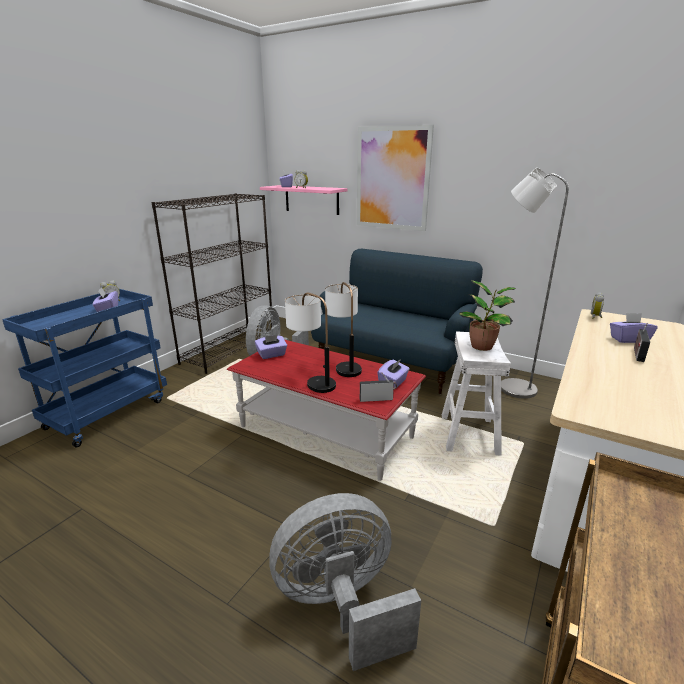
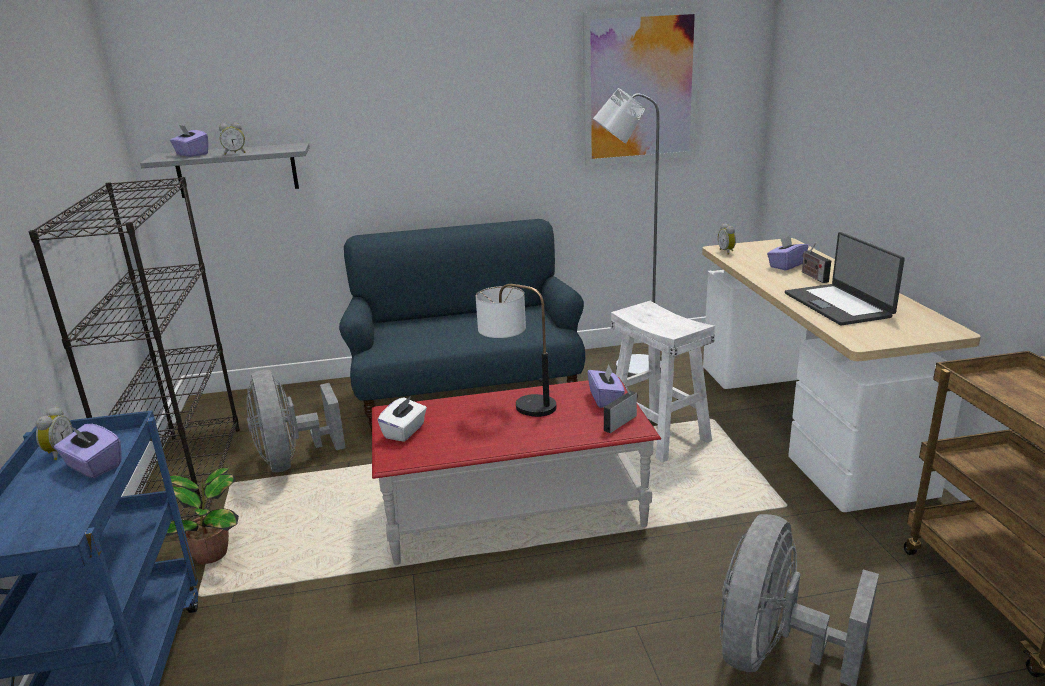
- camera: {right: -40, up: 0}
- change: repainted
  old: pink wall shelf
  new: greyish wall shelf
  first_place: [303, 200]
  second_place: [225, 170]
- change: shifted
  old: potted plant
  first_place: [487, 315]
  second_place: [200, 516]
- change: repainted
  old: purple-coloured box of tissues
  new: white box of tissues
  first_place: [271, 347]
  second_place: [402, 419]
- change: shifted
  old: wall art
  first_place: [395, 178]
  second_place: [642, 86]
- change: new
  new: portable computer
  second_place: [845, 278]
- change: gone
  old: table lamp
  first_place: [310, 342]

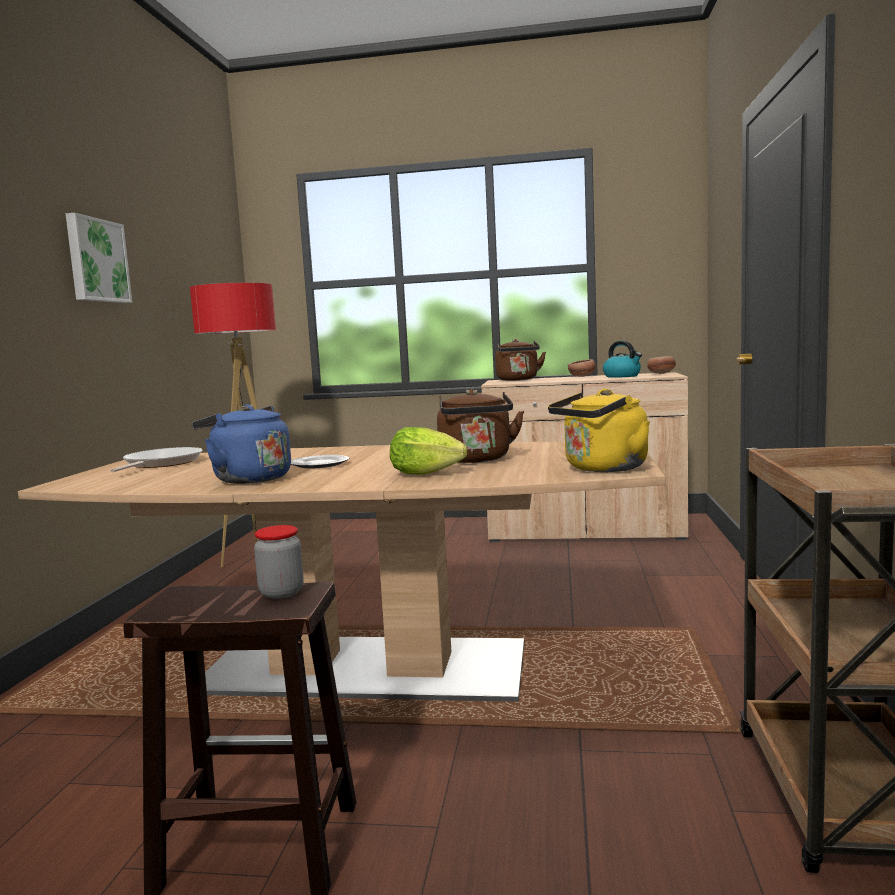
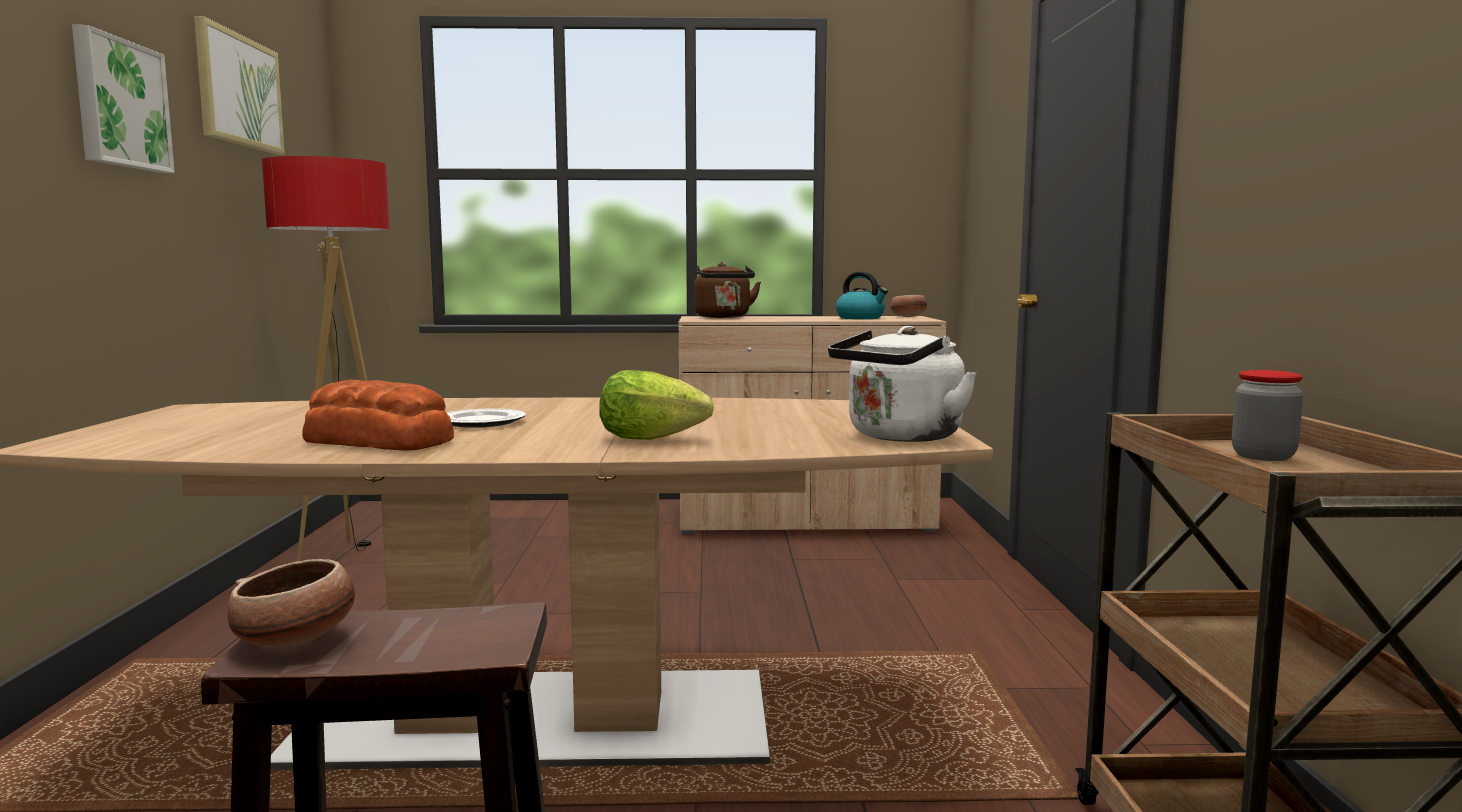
- camera: {right: -10, up: 0}
- change: new
  new: wall art
  second_place: [239, 85]
- change: shifted
  old: deep dish
  first_place: [582, 368]
  second_place: [291, 603]
- change: swapped
  old: blue kettle
  new: bread
  first_place: [241, 444]
  second_place: [378, 415]
- change: repainted
  old: yellow-coloured kettle
  new: white kettle
  first_place: [599, 430]
  second_place: [902, 384]
- change: shifted
  old: jar
  first_place: [279, 562]
  second_place: [1267, 415]
- change: gone
  old: skillet
  first_place: [156, 459]
- change: gone
  old: brown kettle
  first_place: [480, 426]

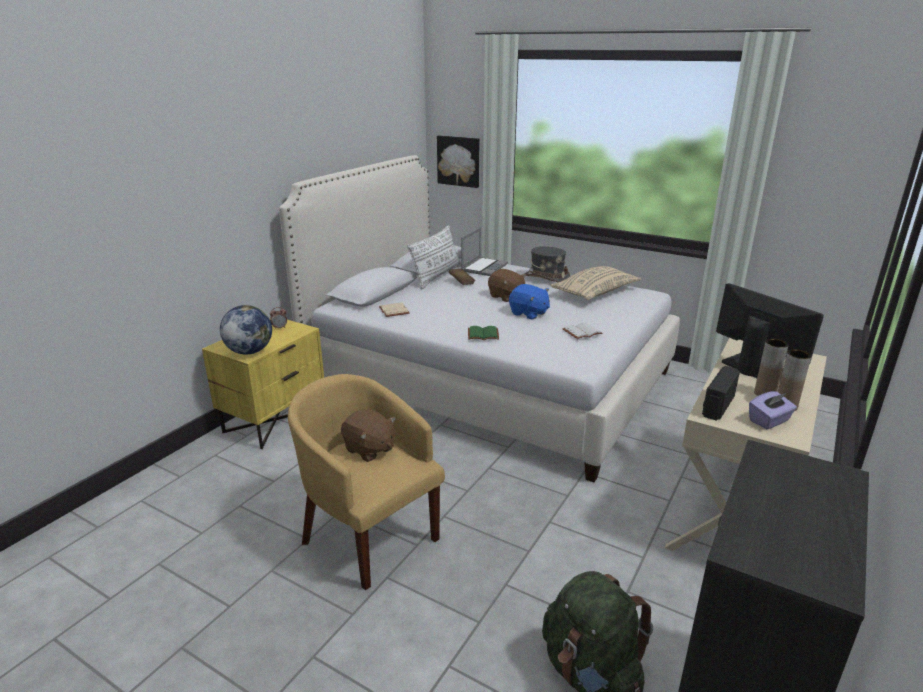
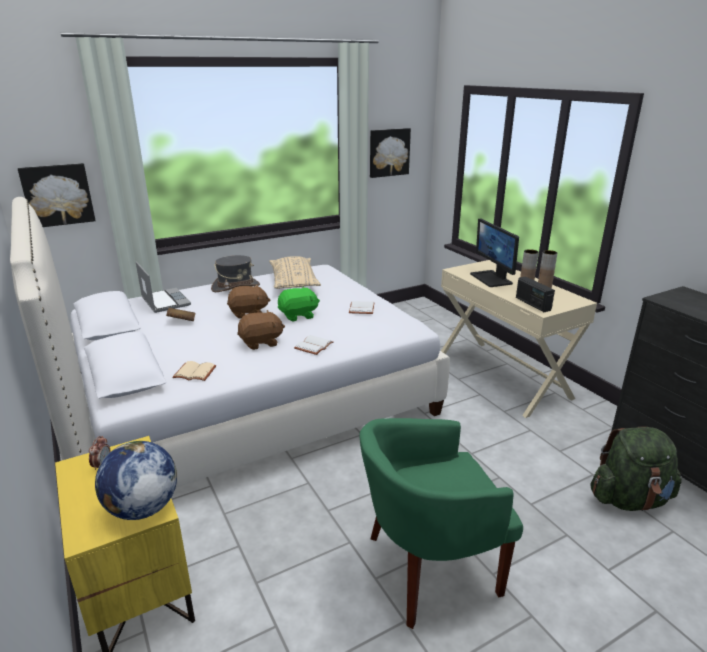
- camera: {right: -60, up: 0}
- change: shifted
  old: brown soft toy
  first_place: [368, 435]
  second_place: [261, 330]
- change: repainted
  old: blue soft toy
  new: greenish soft toy
  first_place: [529, 302]
  second_place: [299, 304]
- change: repainted
  old: greenish book
  new: white book
  first_place: [483, 333]
  second_place: [313, 345]
- change: repainted
  old: yellow-coloured lounge chair
  new: greenish lounge chair
  first_place: [366, 482]
  second_place: [441, 523]
- change: new
  new: wall art
  second_place: [390, 153]
- change: rotated
  old: computer screen
  first_place: [770, 331]
  second_place: [494, 253]
  degrees: -105
- change: gone
  old: white cushion
  first_place: [434, 257]
- change: gone
  old: purple-coloured box of tissues
  first_place: [773, 410]

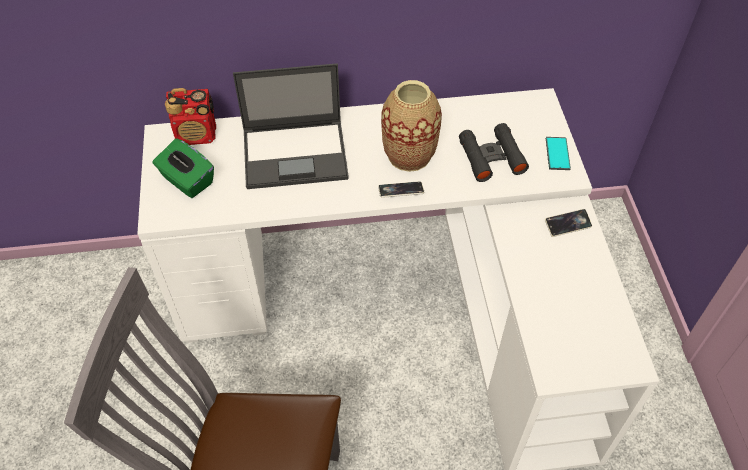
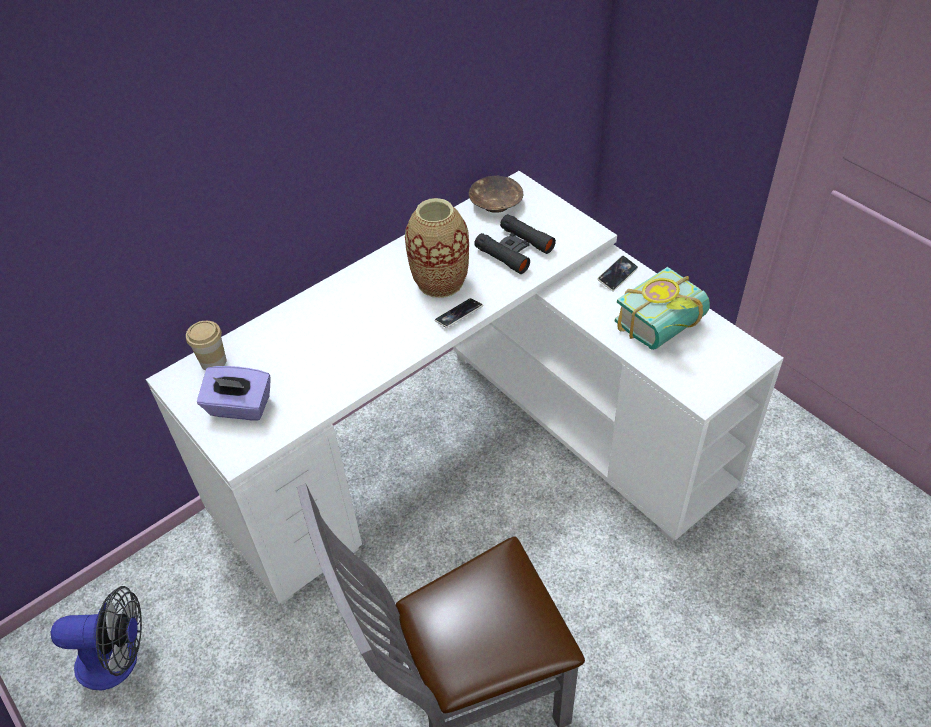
- camera: {right: -30, up: -5}
- change: new
  new: cooling fan
  second_place: [96, 638]
- change: swapped
  old: radio receiver
  new: drinking cup
  first_place: [190, 116]
  second_place: [206, 346]
- change: repainted
  old: greenish box of tissues
  new: purple-coloured box of tissues
  first_place: [183, 168]
  second_place: [234, 393]
- change: new
  new: brown deep dish
  second_place: [496, 194]
- change: new
  new: book
  second_place: [662, 308]
- change: gone
  old: portable computer
  first_place: [291, 126]
- change: gone
  old: telephone
  first_place: [558, 153]

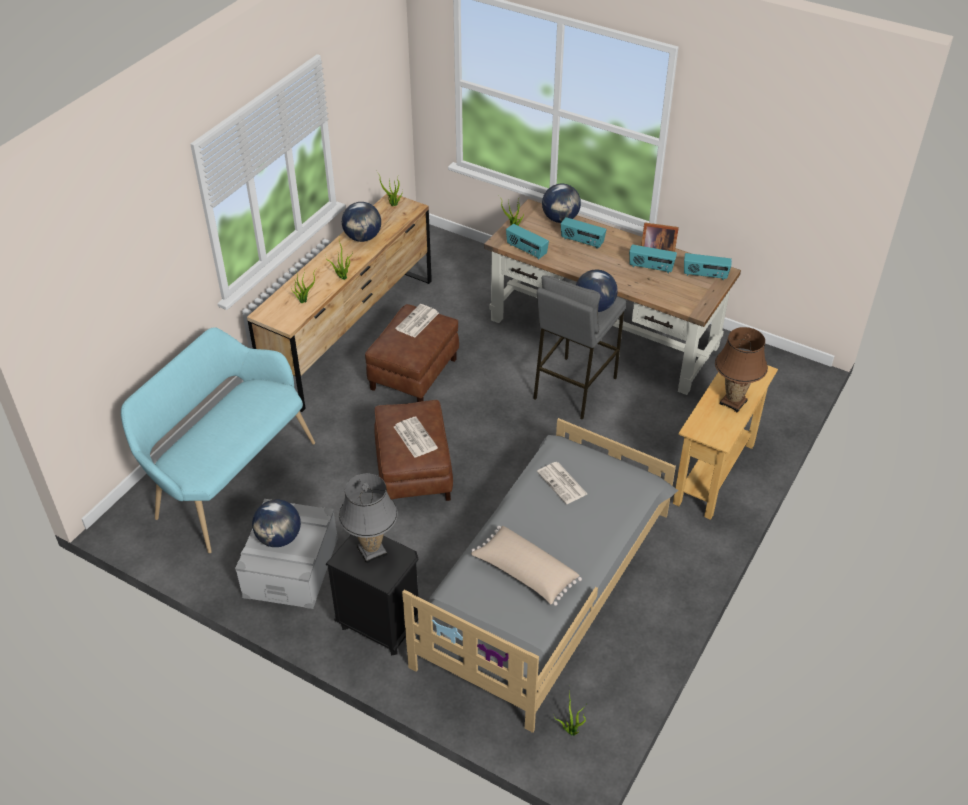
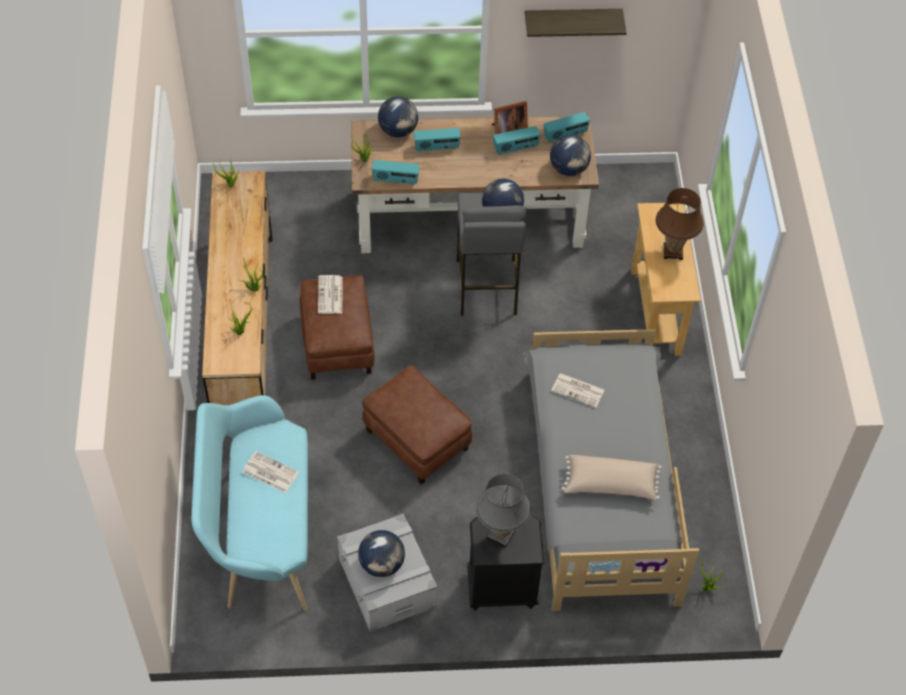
- camera: {right: -35, up: 10}
- change: shifted
  old: printed paper
  first_place: [416, 437]
  second_place: [270, 472]
- change: new
  new: wall shelf
  second_place: [576, 23]
- change: shifted
  old: globe
  first_place: [361, 222]
  second_place: [570, 155]

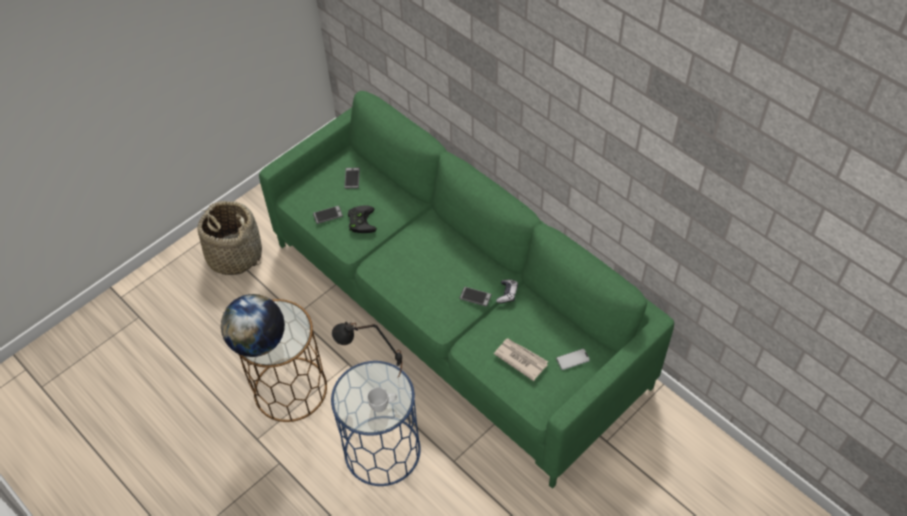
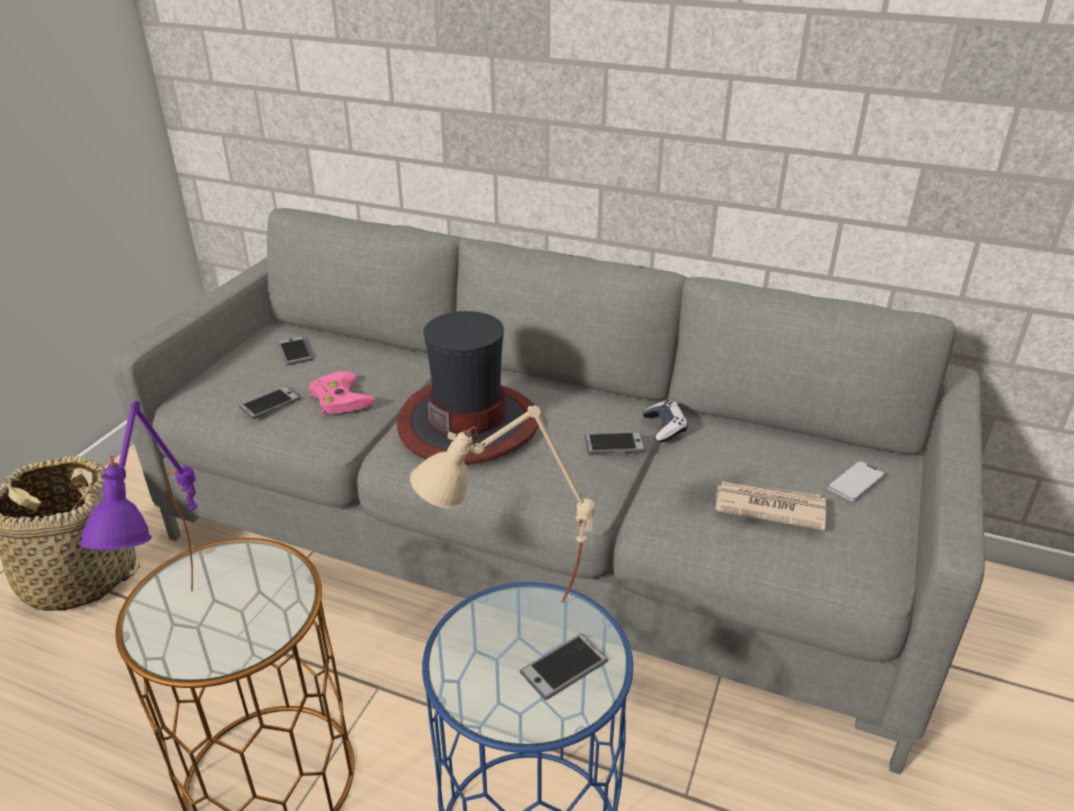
- camera: {right: -25, up: -20}
- change: swapped
  old: globe
  new: purple-coloured table lamp
  first_place: [253, 325]
  second_place: [138, 496]
- change: repainted
  old: greenish settee
  new: greyish settee
  first_place: [466, 290]
  second_place: [548, 491]
- change: repainted
  old: blackish joypad
  new: pink joypad
  first_place: [362, 219]
  second_place: [342, 392]
- change: new
  new: clothing hat
  second_place: [468, 388]
- change: repainted
  old: blackish table lamp
  new: beige table lamp
  first_place: [367, 350]
  second_place: [502, 504]
- change: swapped
  old: white mug
  new: telephone
  first_place: [382, 399]
  second_place: [564, 667]

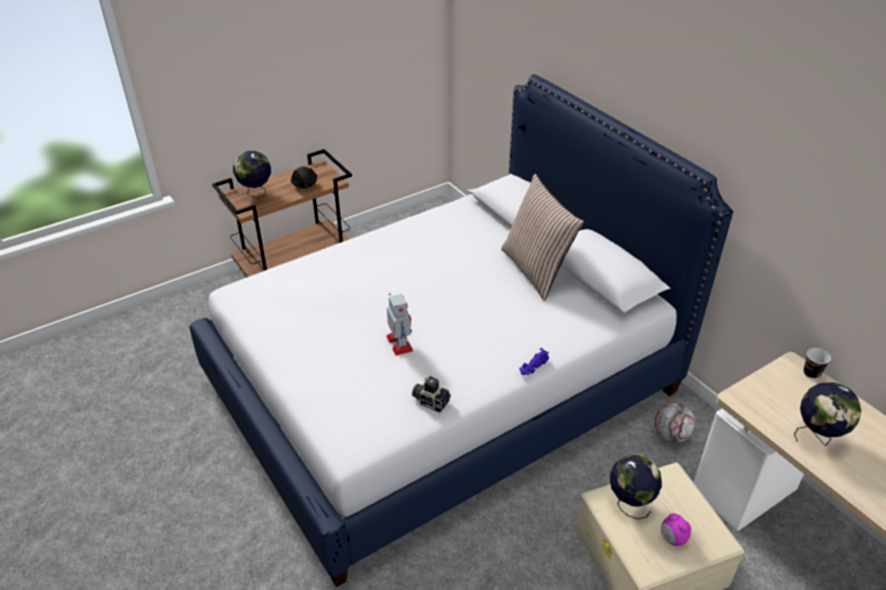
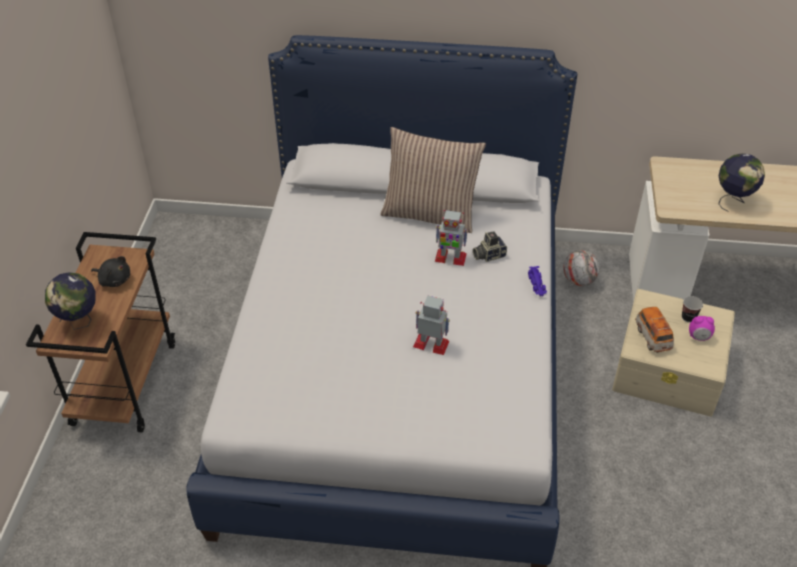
- camera: {right: -50, up: 5}
- change: new
  new: toy robot
  second_place: [451, 238]
- change: shifted
  old: photo camera
  first_place: [431, 394]
  second_place: [490, 246]
- change: swapped
  old: globe
  new: model car
  first_place: [636, 486]
  second_place: [654, 330]
- change: shifted
  old: drinking cup
  first_place: [817, 363]
  second_place: [692, 309]

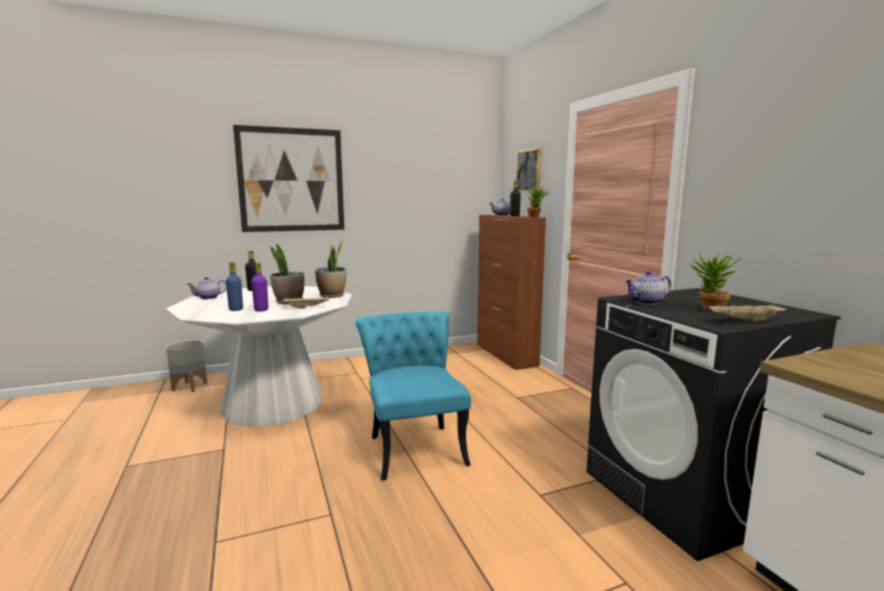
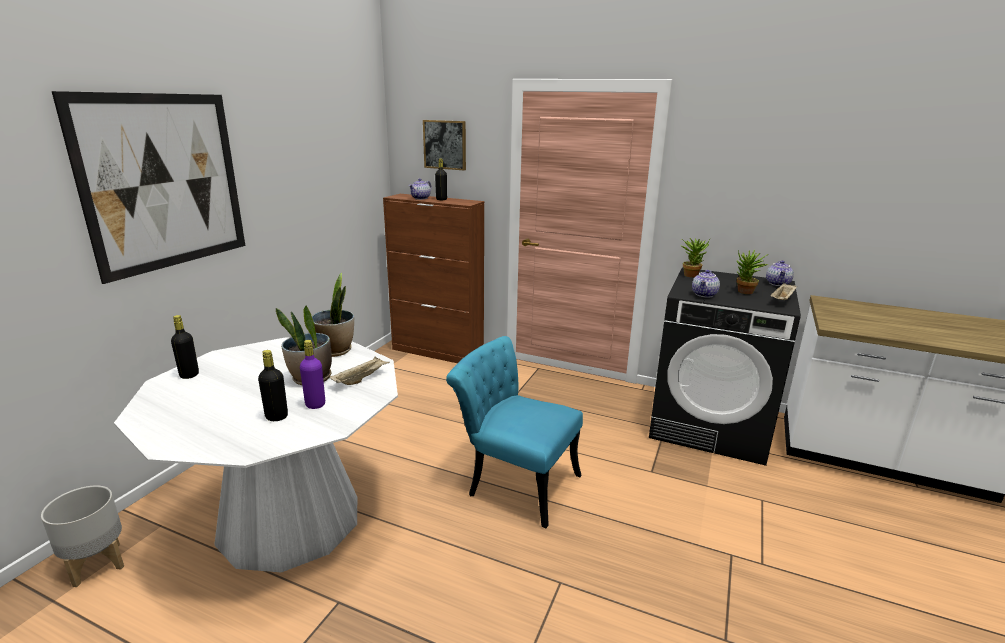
- camera: {right: -45, up: 10}
- change: repainted
  old: blue bottle
  new: blackish bottle
  first_place: [234, 286]
  second_place: [273, 385]
- change: shifted
  old: potted plant
  first_place: [538, 201]
  second_place: [695, 258]
- change: shifted
  old: tea pot
  first_place: [207, 288]
  second_place: [780, 273]

